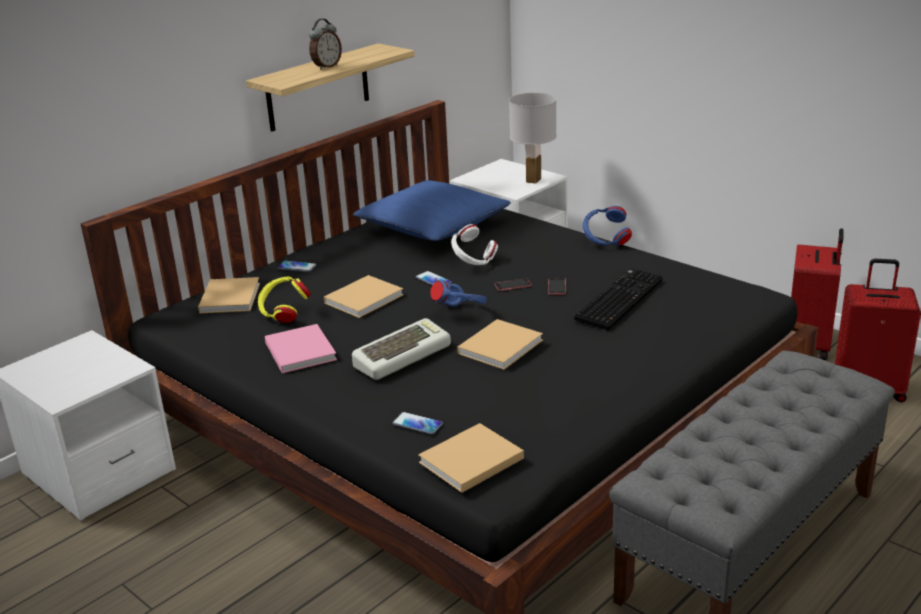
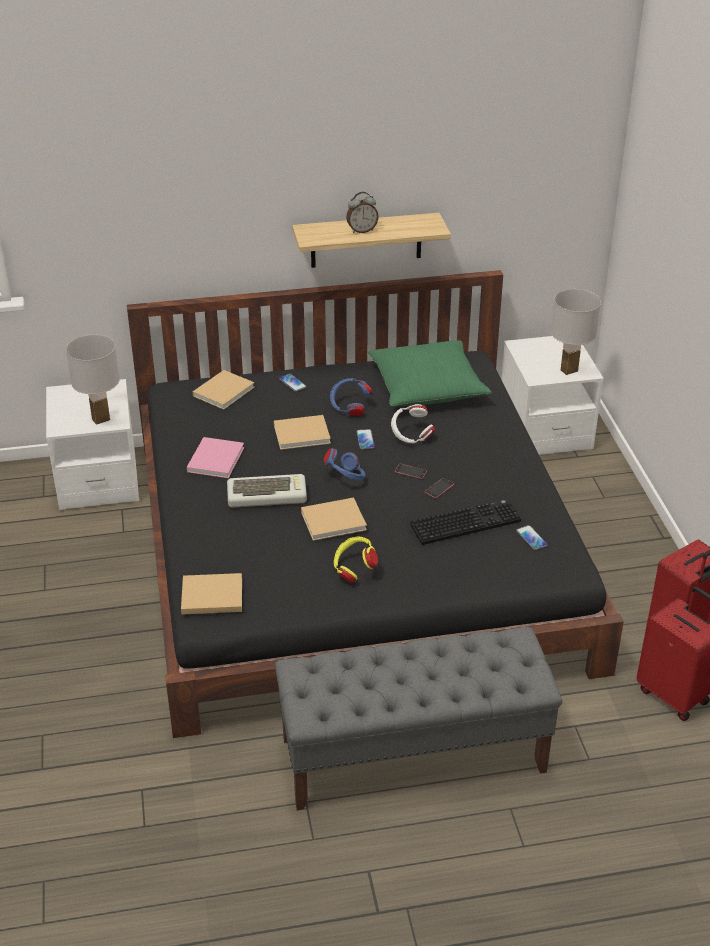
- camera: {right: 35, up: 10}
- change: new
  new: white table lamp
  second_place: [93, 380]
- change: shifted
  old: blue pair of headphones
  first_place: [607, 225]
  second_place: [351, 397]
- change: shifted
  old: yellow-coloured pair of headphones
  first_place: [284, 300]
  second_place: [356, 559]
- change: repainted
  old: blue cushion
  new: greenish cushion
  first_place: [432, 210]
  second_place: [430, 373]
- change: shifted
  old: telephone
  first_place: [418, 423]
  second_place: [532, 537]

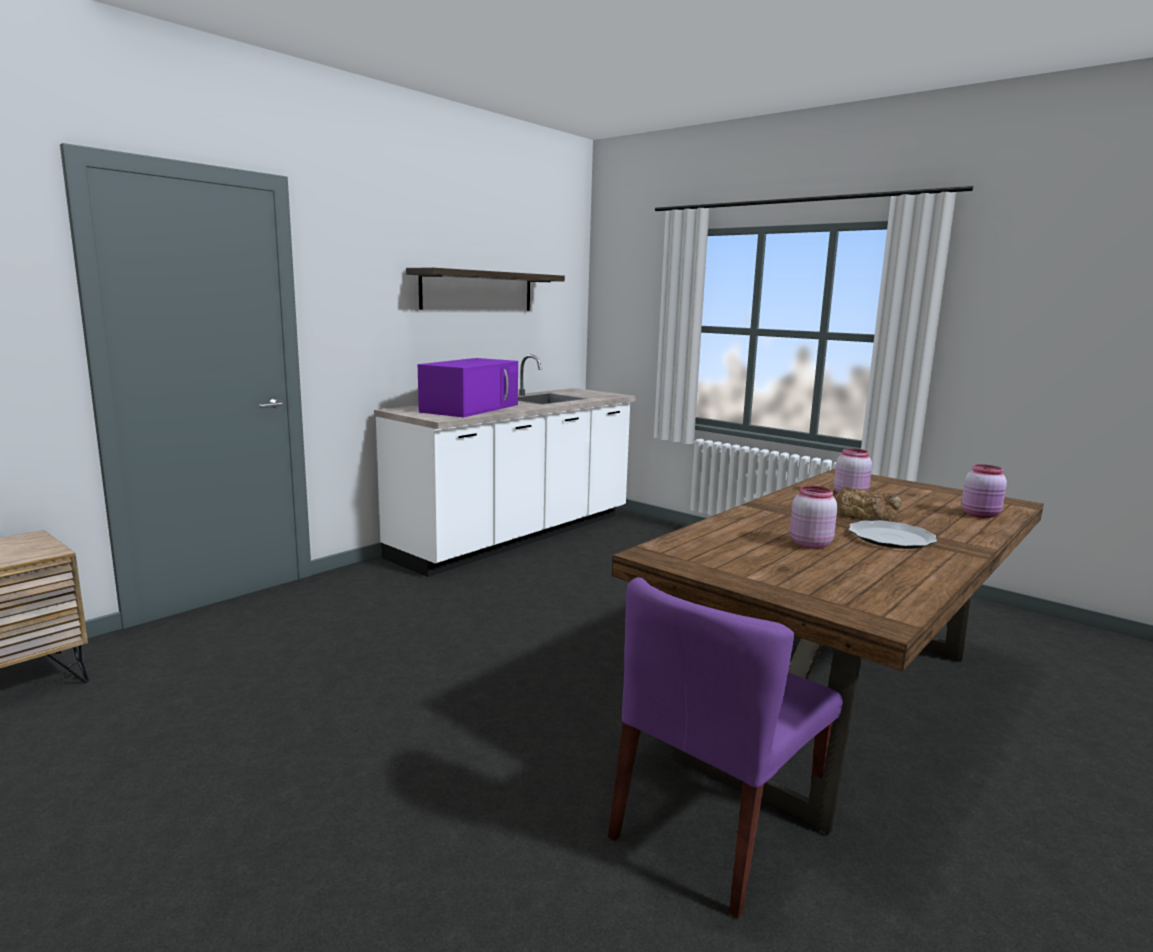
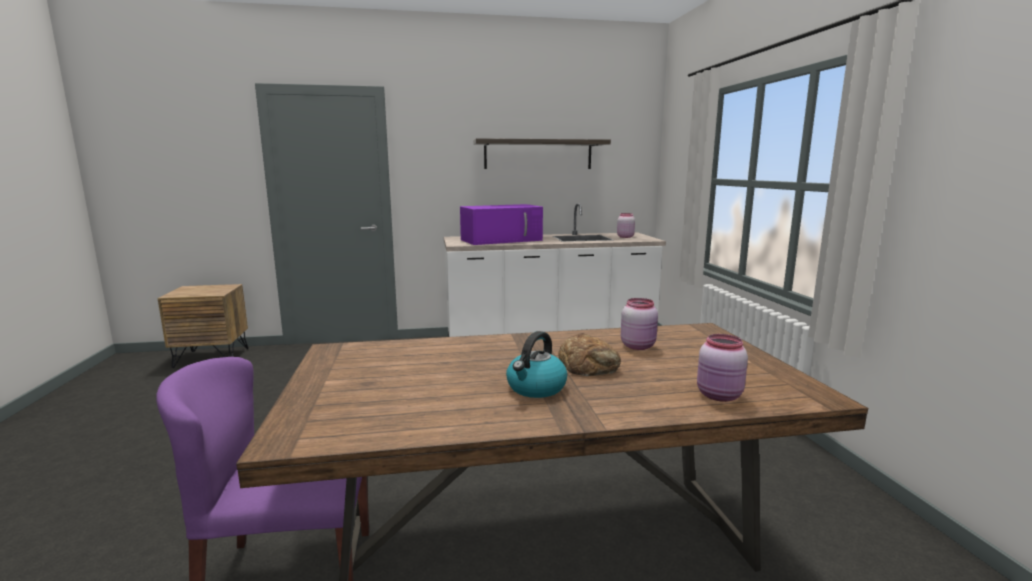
- camera: {right: 40, up: 0}
- change: swapped
  old: dinner plate
  new: kettle
  first_place: [892, 534]
  second_place: [537, 364]
- change: shifted
  old: pink jar
  first_place: [813, 517]
  second_place: [626, 225]

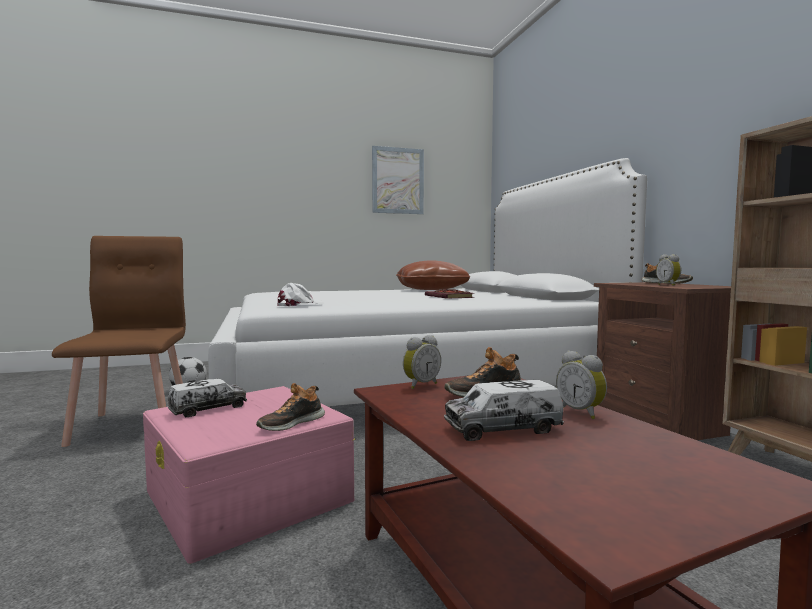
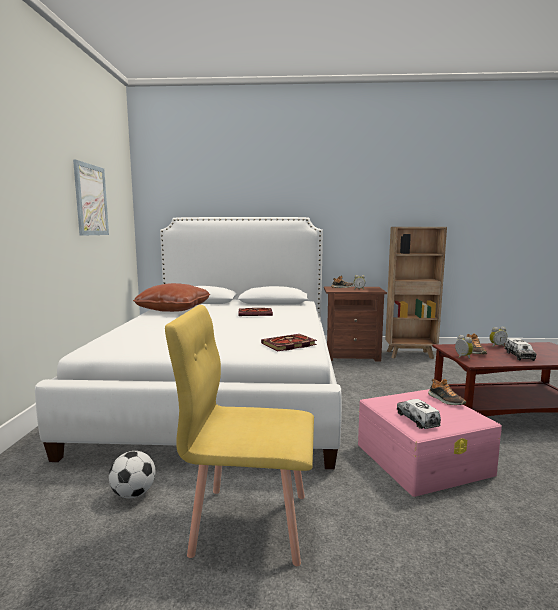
- camera: {right: -70, up: 5}
- change: repainted
  old: brown chair
  new: yellow-coloured chair
  first_place: [119, 341]
  second_place: [239, 435]
- change: swapped
  old: white peaked cap
  new: book
  first_place: [300, 294]
  second_place: [289, 342]

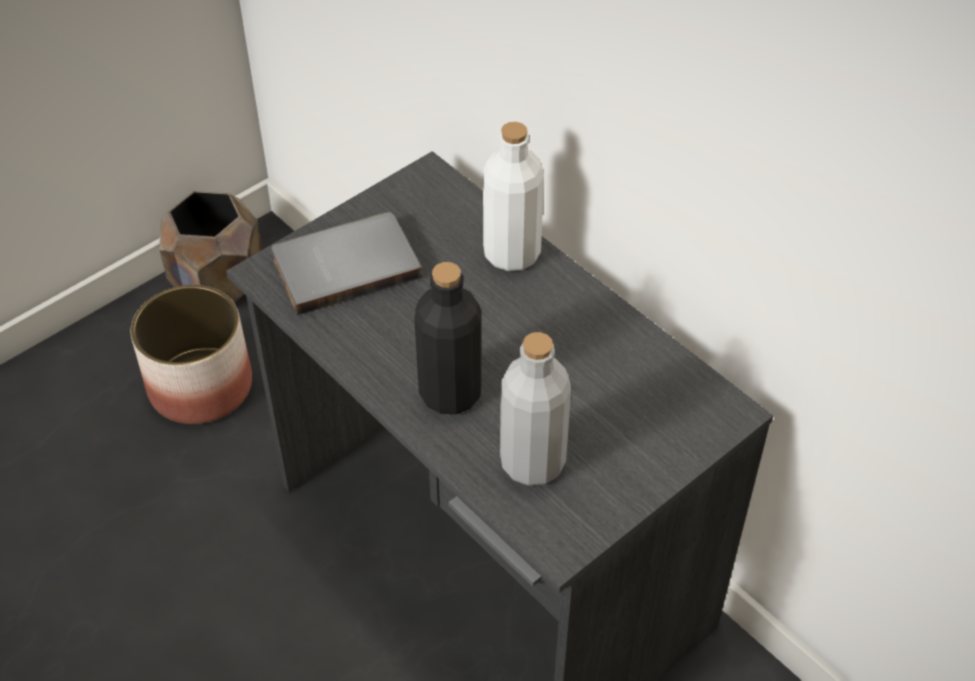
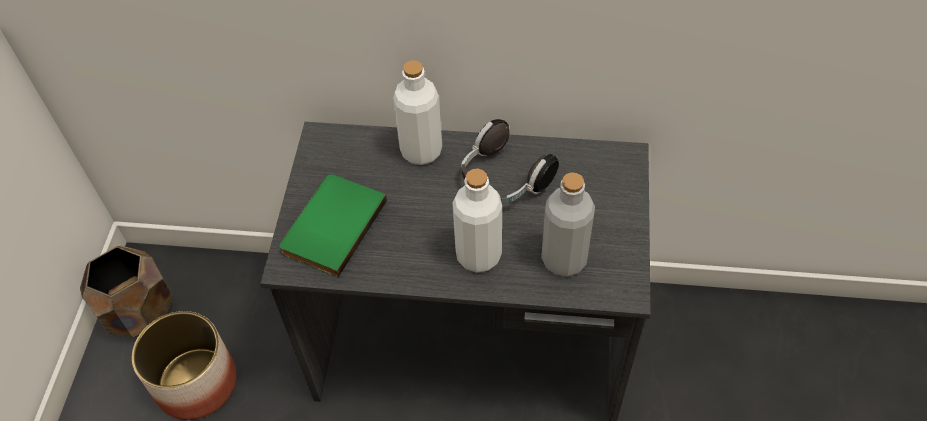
- camera: {right: -40, up: 5}
- change: repainted
  old: greyish book
  new: greenish book
  first_place: [346, 263]
  second_place: [333, 225]
- change: repainted
  old: blackish bottle
  new: white bottle
  first_place: [448, 338]
  second_place: [477, 220]
- change: new
  new: pair of headphones
  second_place: [510, 161]

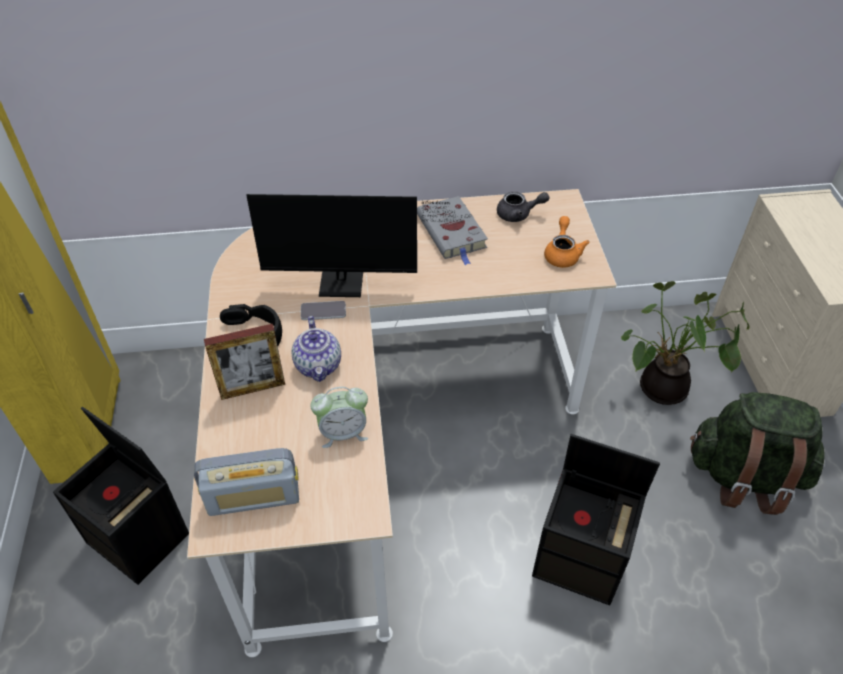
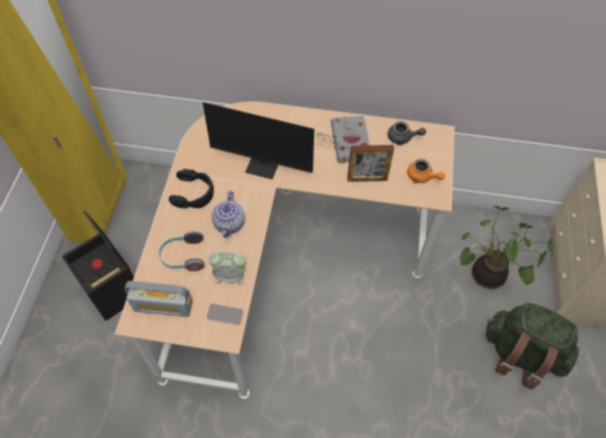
- camera: {right: 15, up: 10}
- change: new
  new: pair of headphones
  second_place: [182, 251]
- change: shifted
  old: telephone
  first_place: [323, 310]
  second_place: [224, 314]
- change: shifted
  old: picture frame
  first_place: [244, 362]
  second_place: [370, 163]
- change: rotated
  old: orange tea pot
  first_place: [567, 242]
  second_place: [426, 171]
  degrees: 105
- change: gone
  old: blackish storage bin
  first_place: [596, 519]

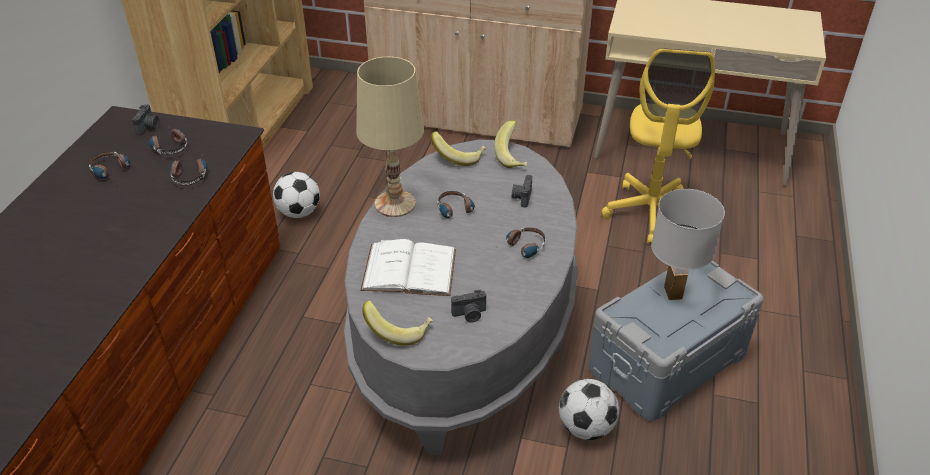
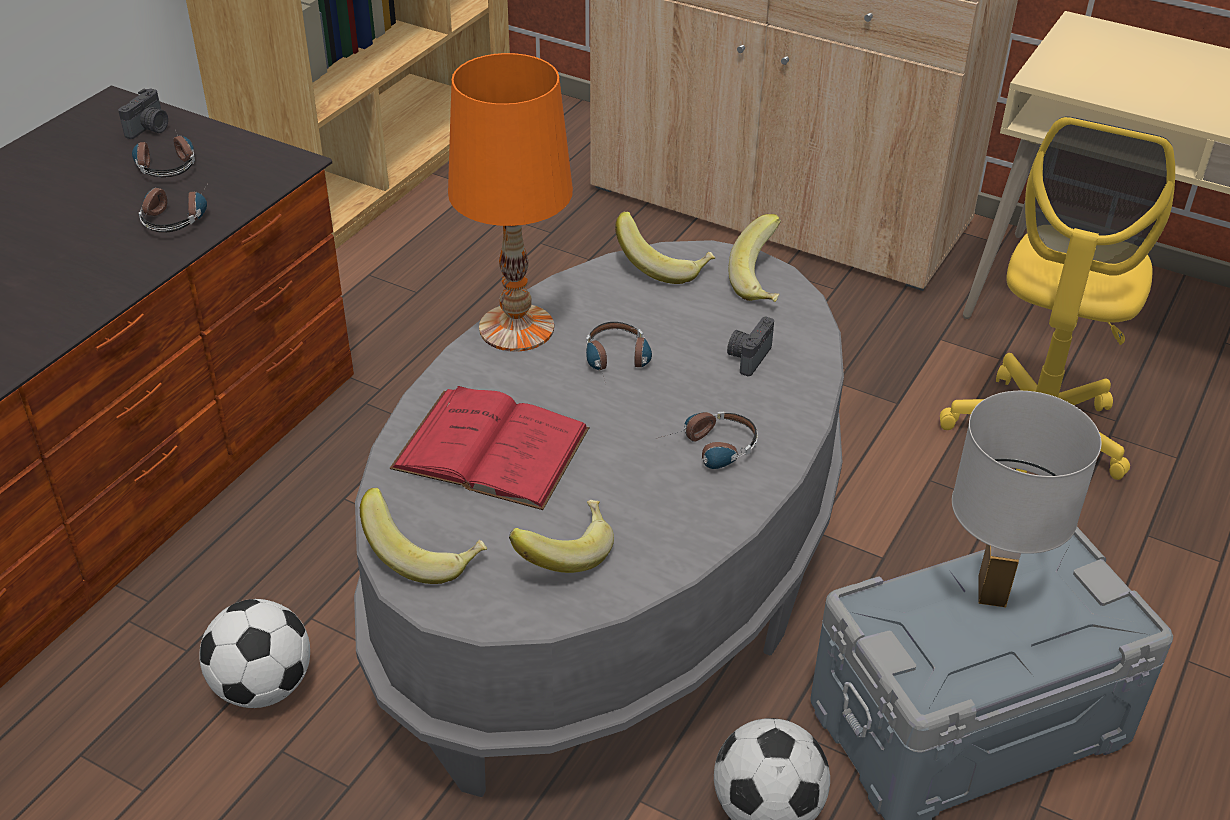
- camera: {right: 15, up: 0}
- change: shifted
  old: ball for football
  first_place: [296, 195]
  second_place: [254, 653]
- change: repainted
  old: white book
  new: red-coloured book
  first_place: [408, 267]
  second_place: [489, 448]
- change: repainted
  old: beige table lamp
  new: orange table lamp
  first_place: [390, 137]
  second_place: [510, 202]
- change: swapped
  old: photo camera
  new: banana
  first_place: [468, 306]
  second_place: [561, 536]
- change: gone
  old: pair of headphones
  first_place: [109, 165]

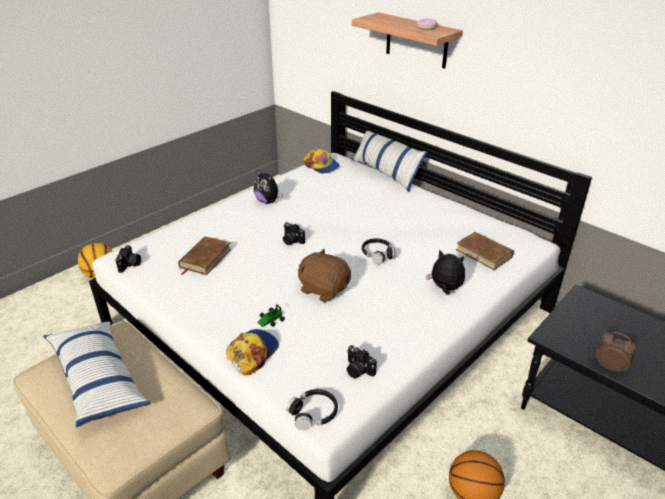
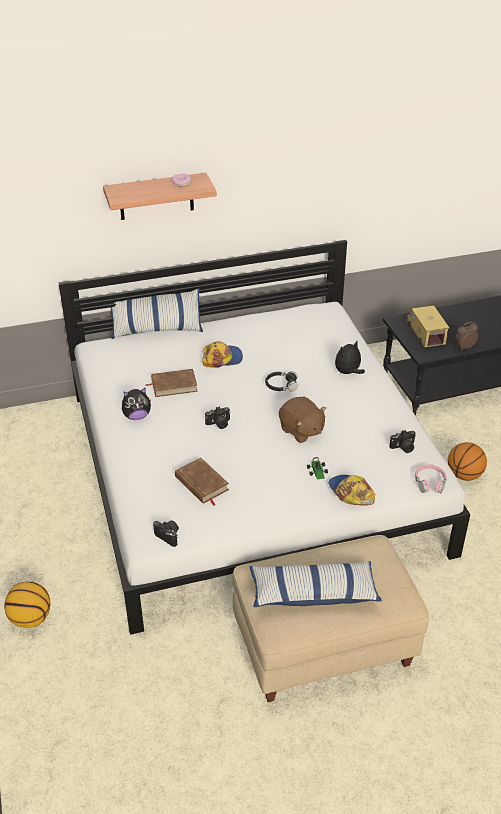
- camera: {right: -60, up: 5}
- change: shifted
  old: brown book
  first_place: [485, 251]
  second_place: [171, 383]
- change: shifted
  old: peaked cap
  first_place: [321, 161]
  second_place: [222, 354]
- change: rotated
  old: brown soft toy
  first_place: [324, 275]
  second_place: [302, 419]
  degrees: -105
- change: new
  new: toy lorry
  second_place: [428, 326]
- change: repainted
  old: blackish pair of headphones
  new: pink pair of headphones
  first_place: [312, 409]
  second_place: [431, 479]

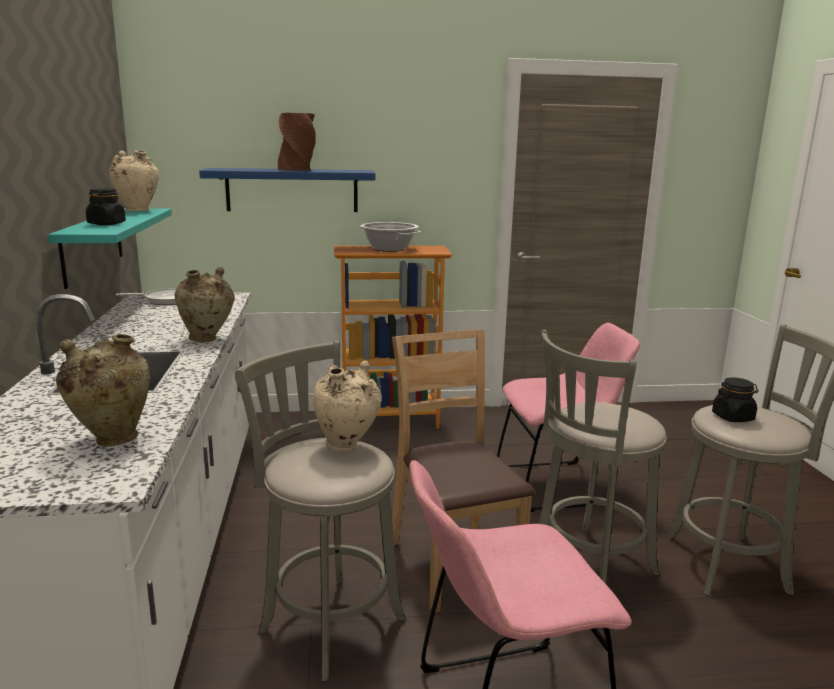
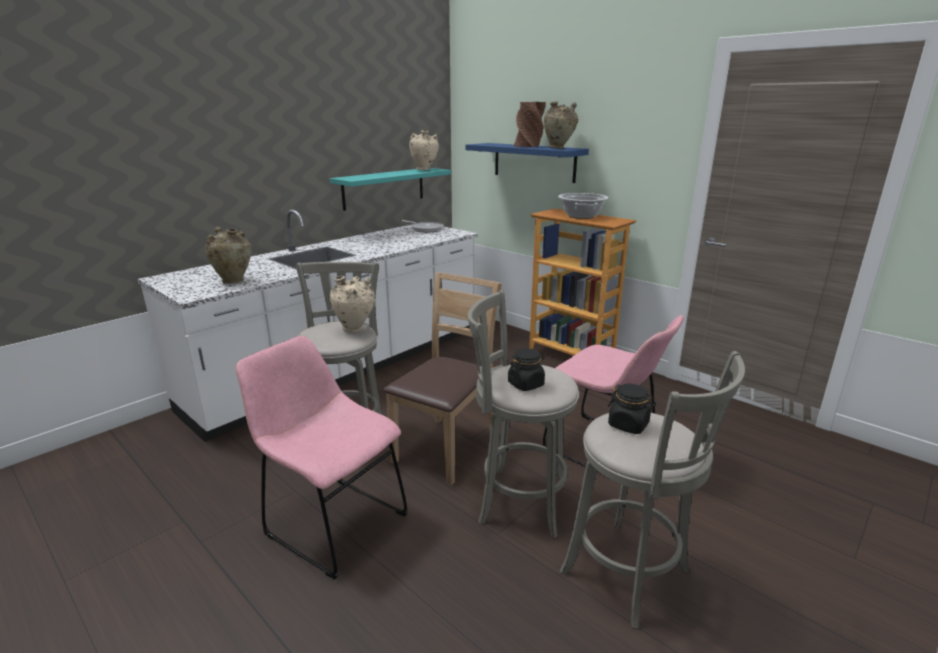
- camera: {right: 50, up: 5}
- change: shifted
  old: blackish jar
  first_place: [106, 206]
  second_place: [526, 369]
- change: shifted
  old: beige decorative vase
  first_place: [205, 304]
  second_place: [561, 125]

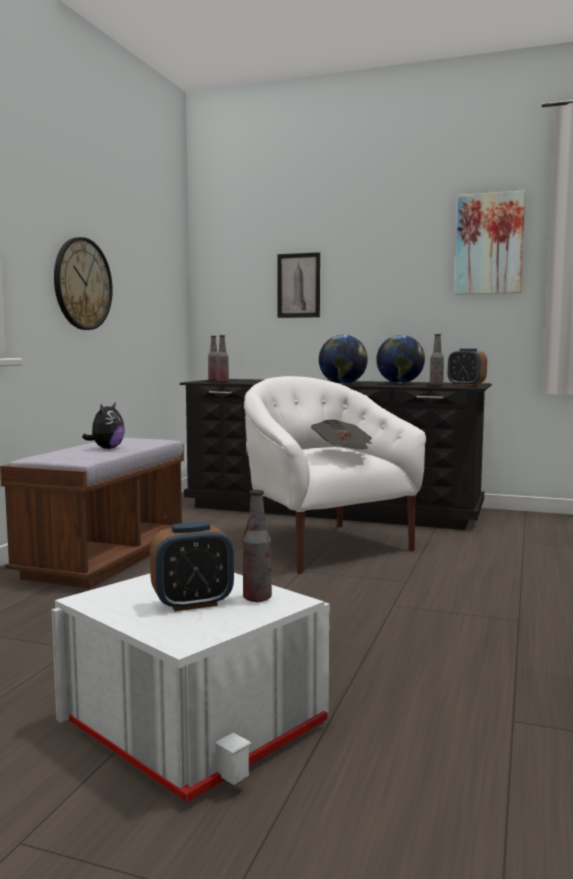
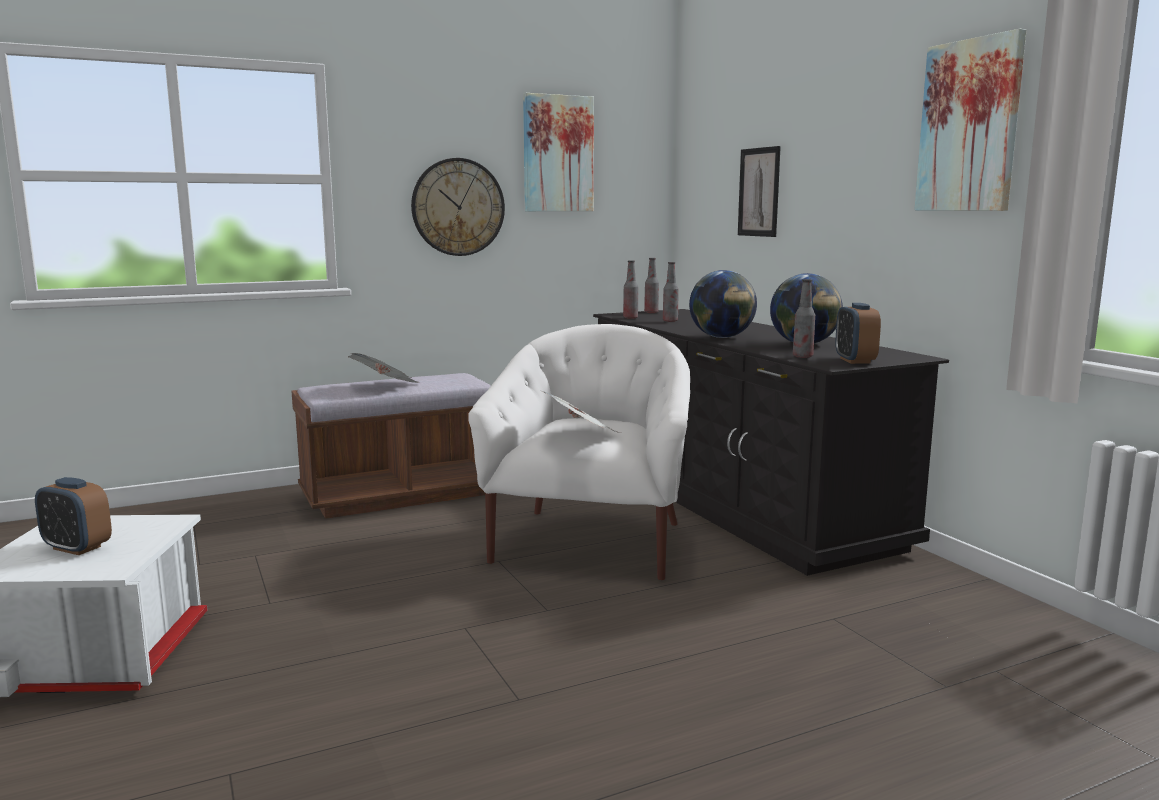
- camera: {right: 45, up: 5}
- change: swapped
  old: soft toy
  new: printed paper
  first_place: [103, 425]
  second_place: [383, 368]
- change: new
  new: wall art
  second_place: [558, 152]
- change: shifted
  old: bottle
  first_place: [257, 546]
  second_place: [671, 292]

